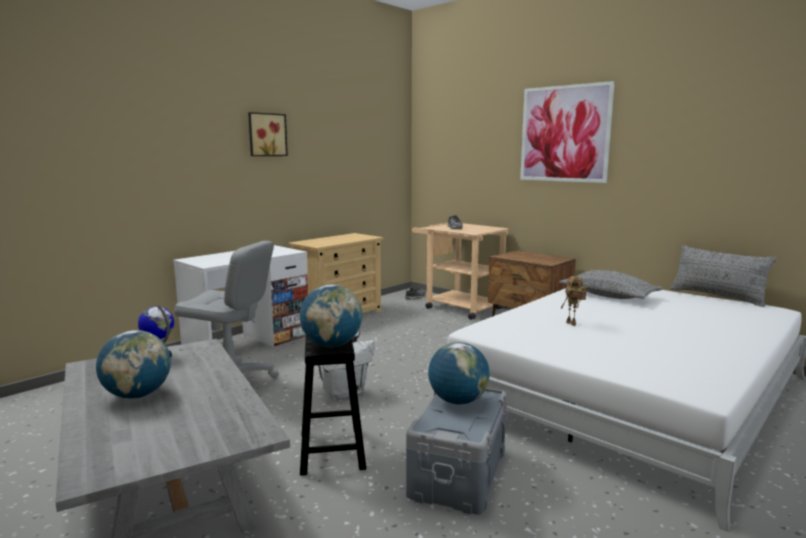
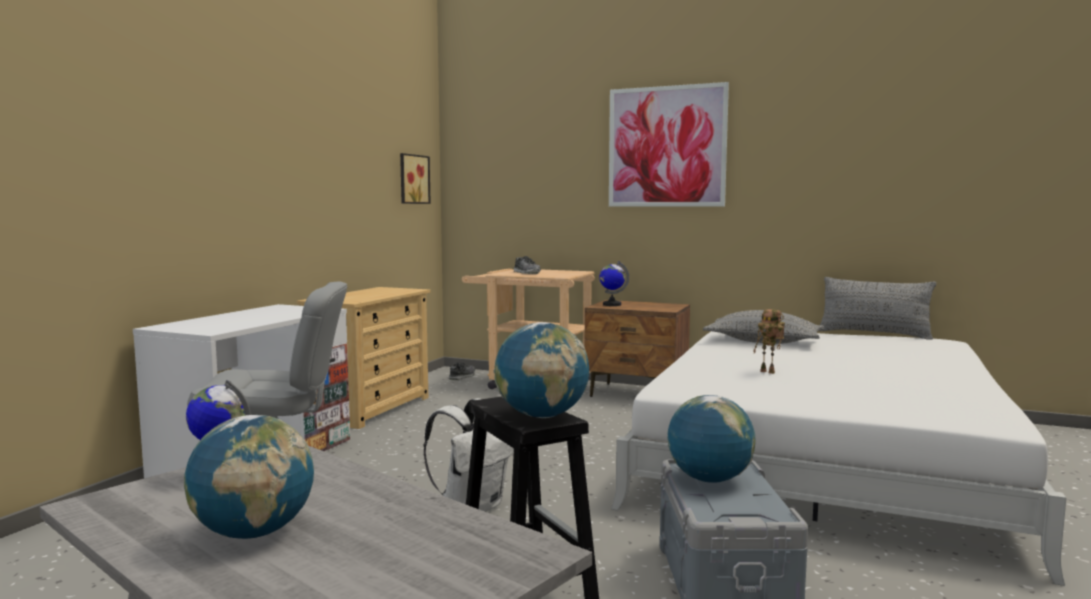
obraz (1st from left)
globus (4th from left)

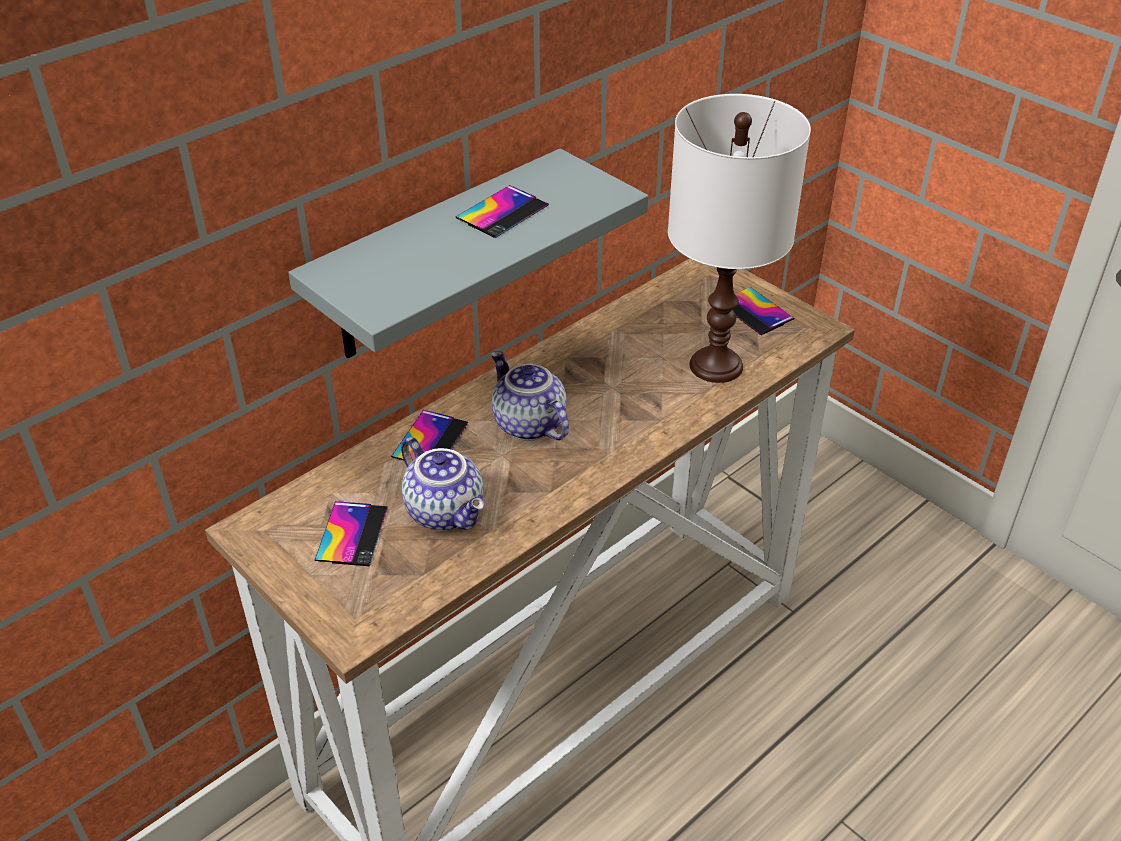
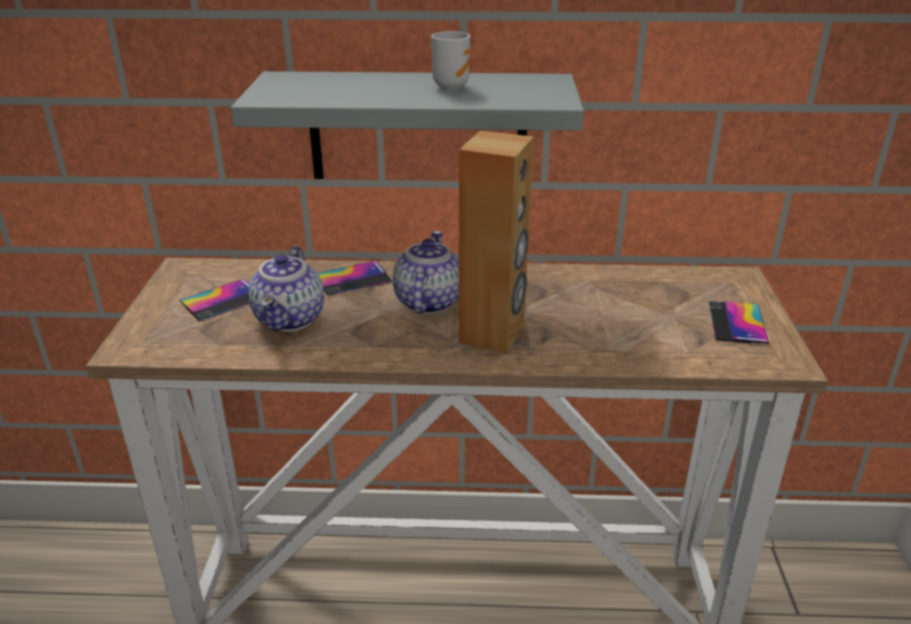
lampa stołowa/biały
kubek
głośnik/brązowy

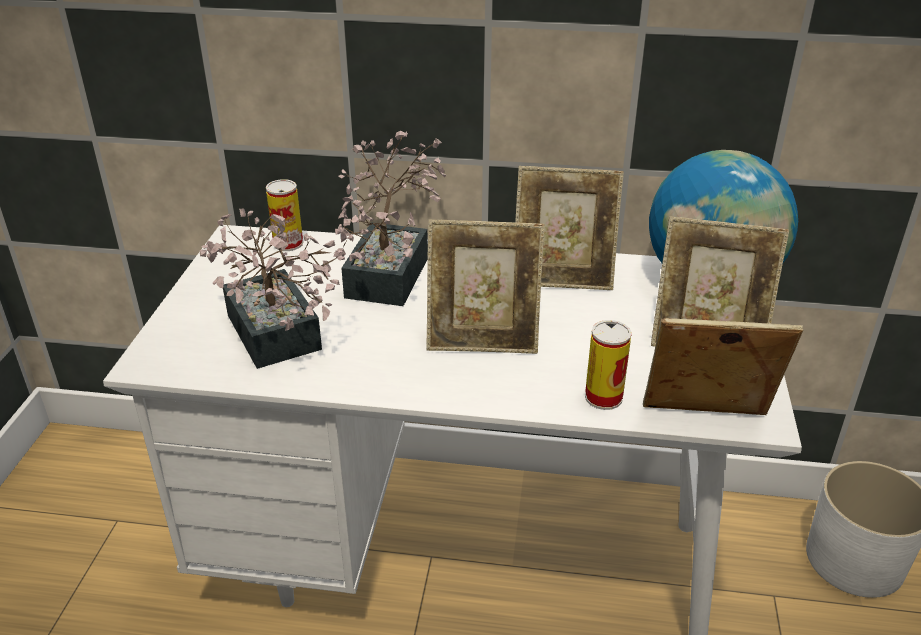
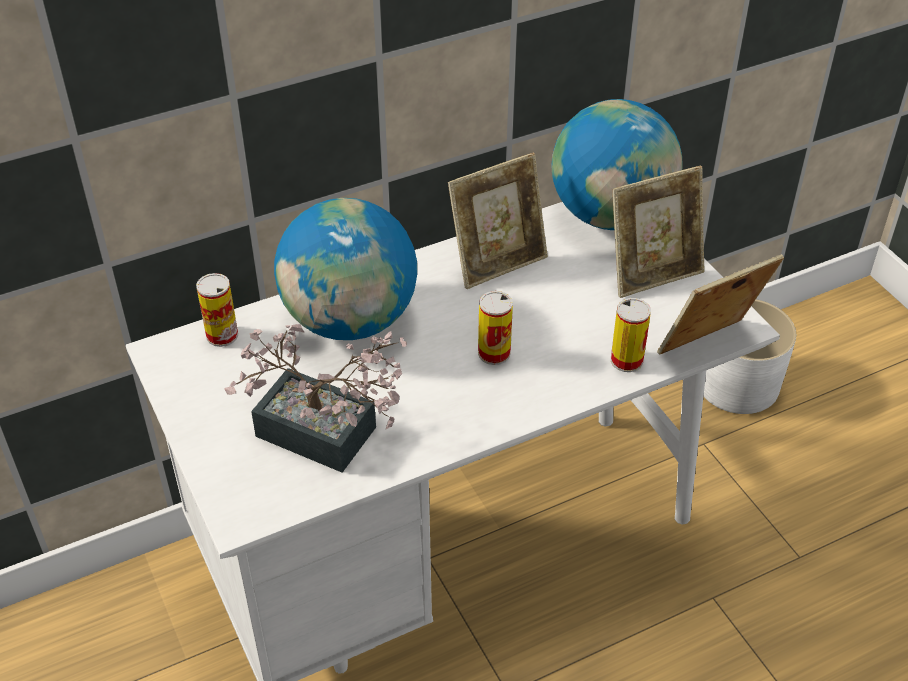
globus (1st from left)
puszka (2nd from left)

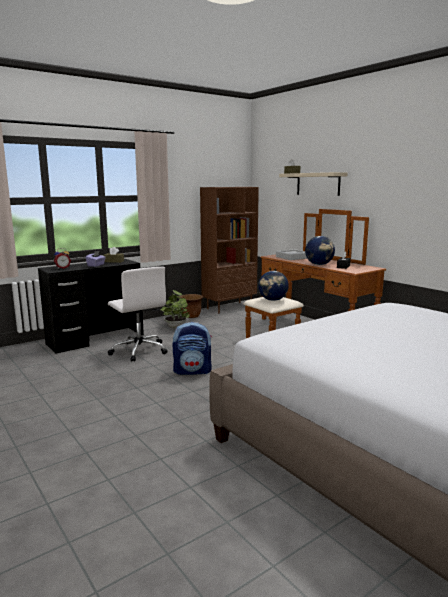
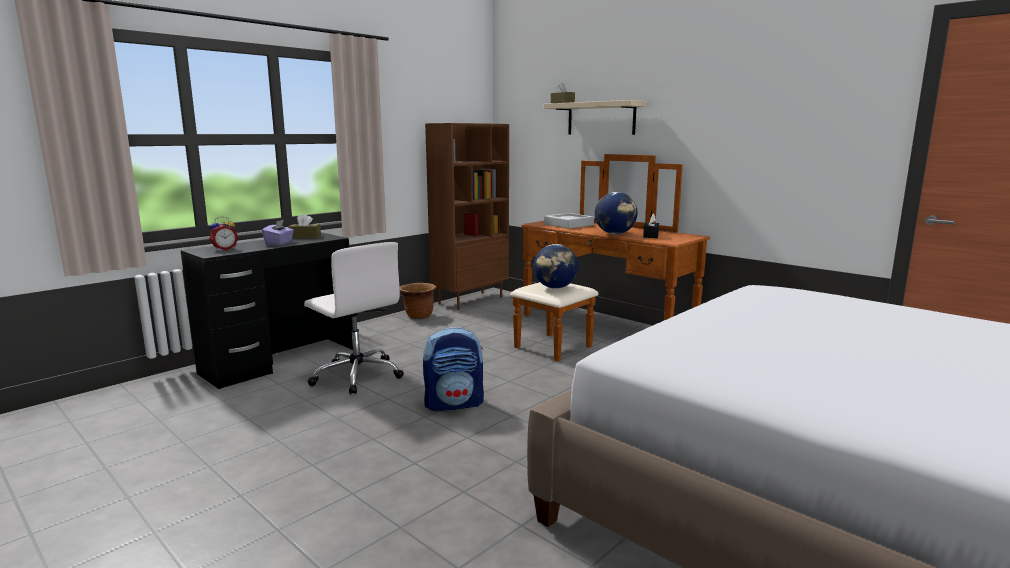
roślina doniczkowa

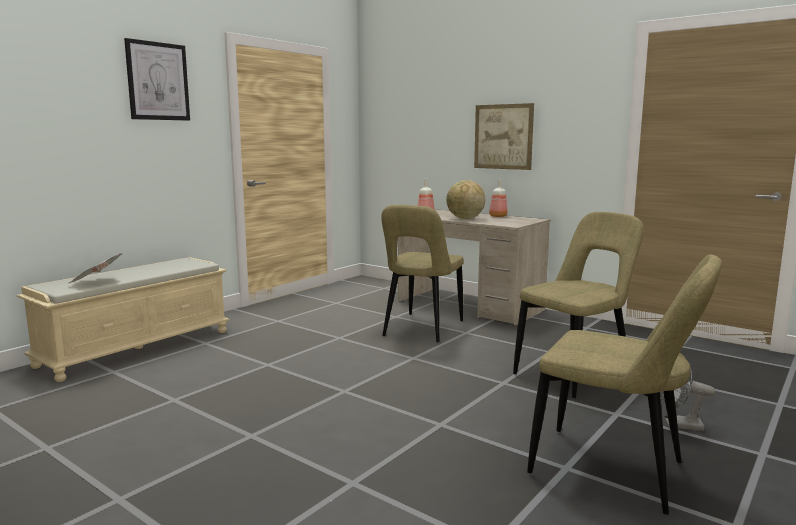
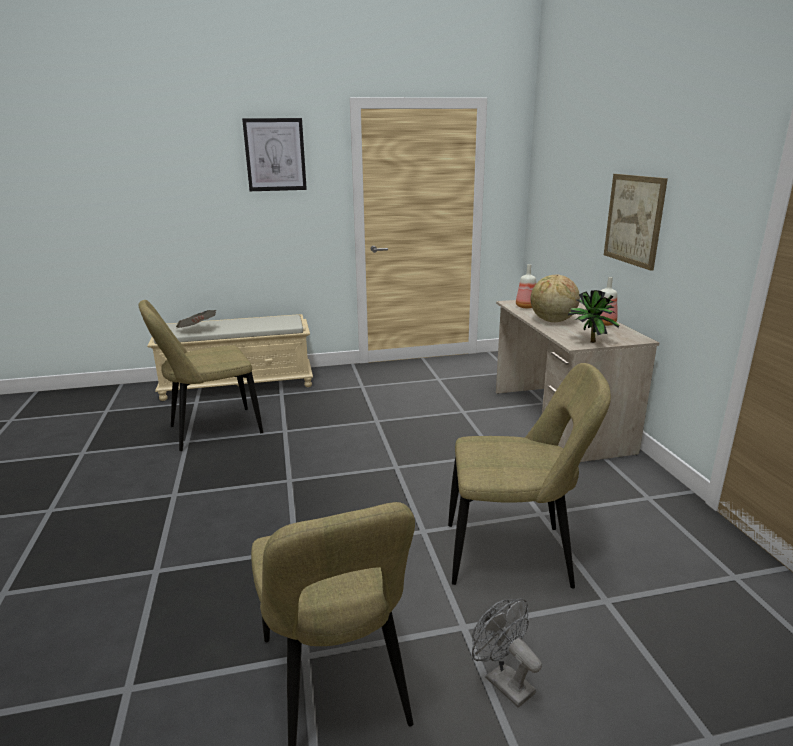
krzesło/beżowy (1st from left)
roślina doniczkowa

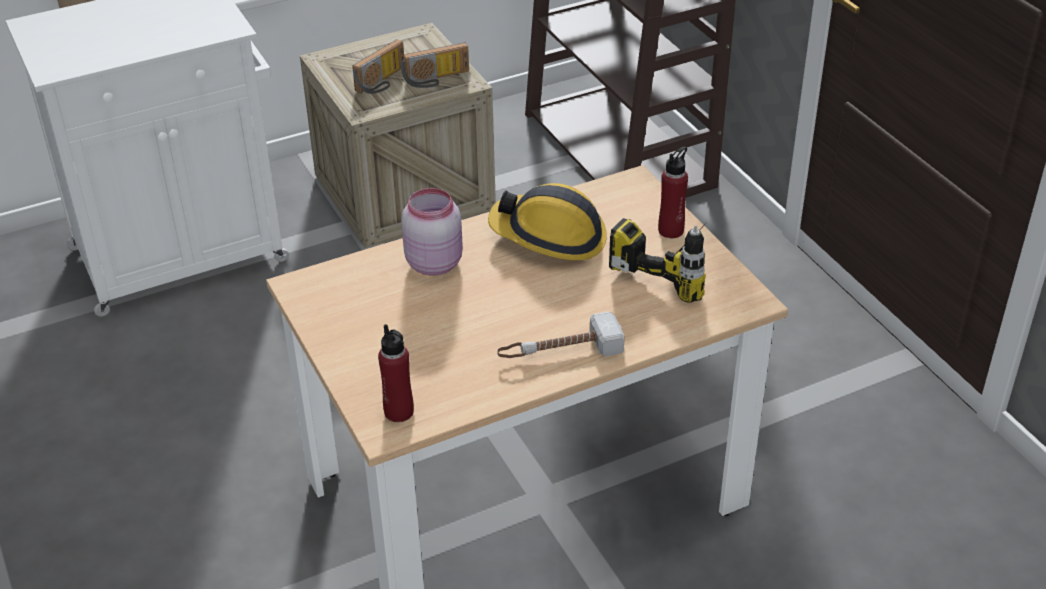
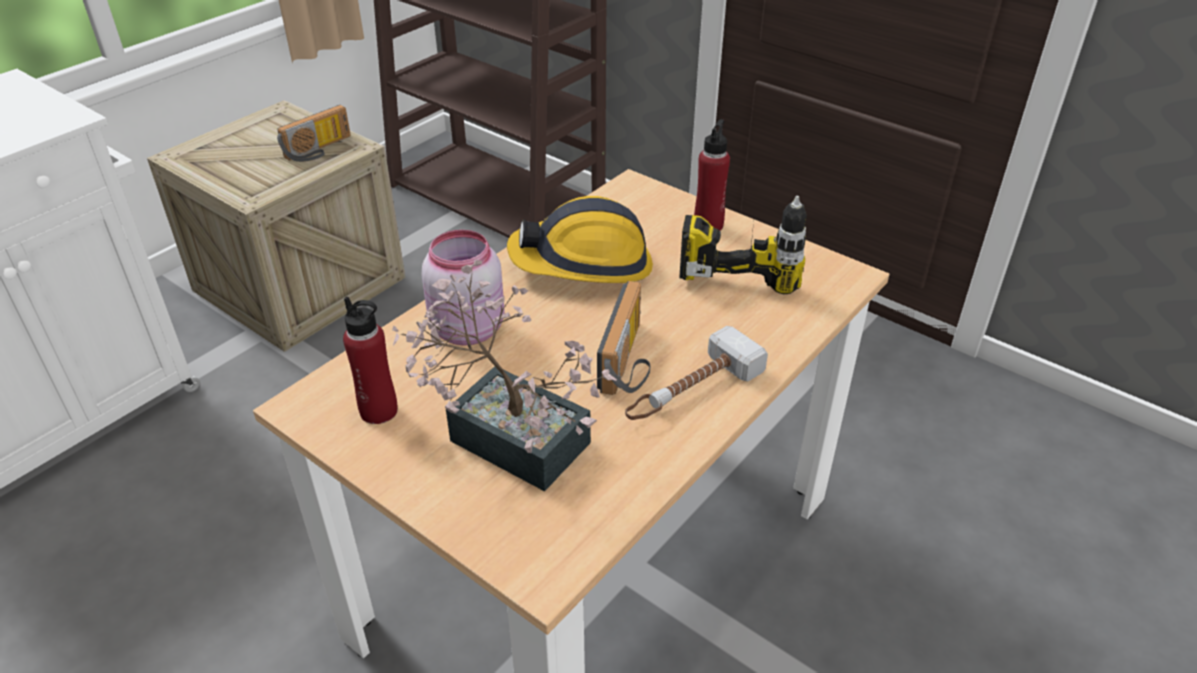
radio (2nd from left)
butelka/czerwony (1st from left)
roślina doniczkowa

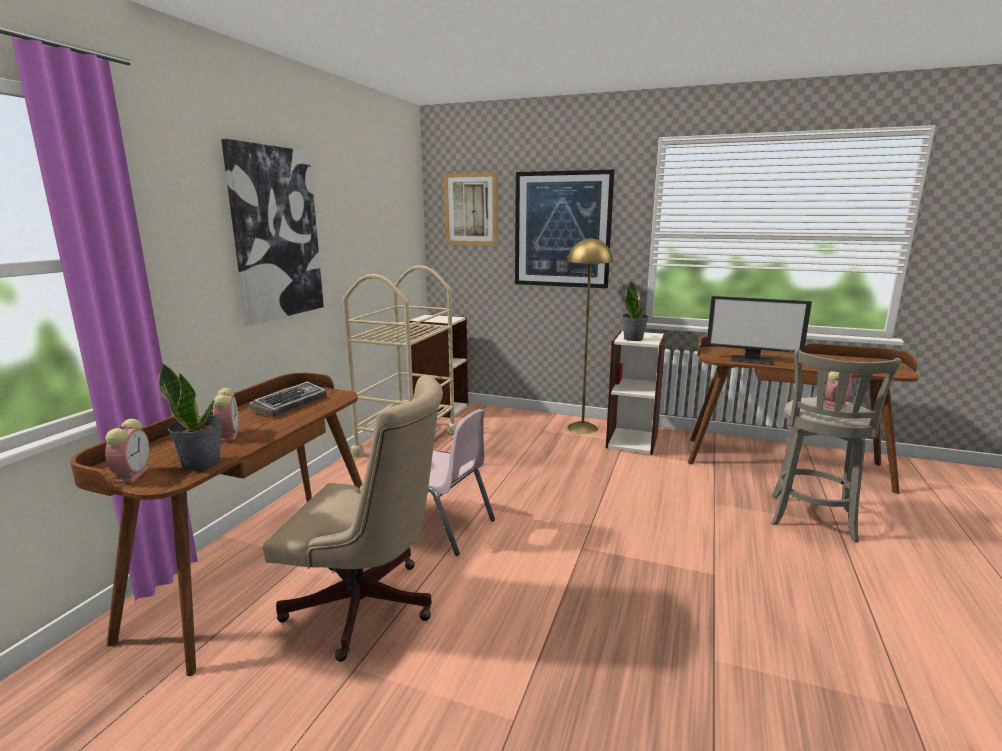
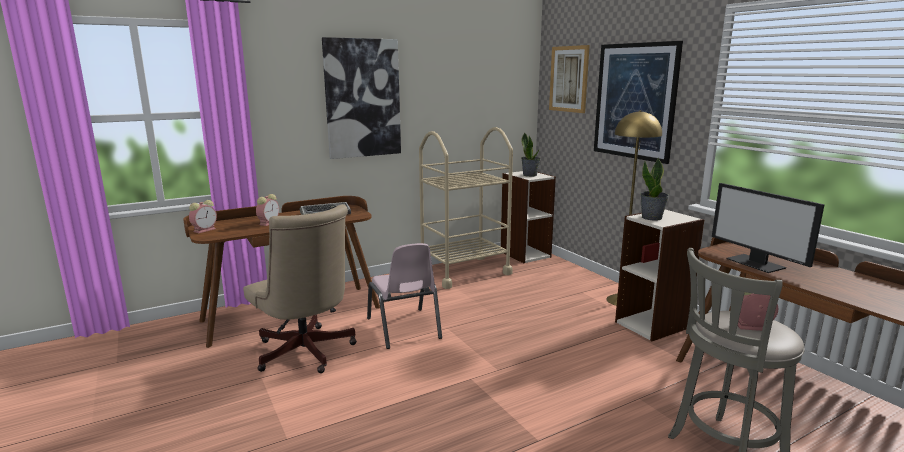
roślina doniczkowa (1st from left)

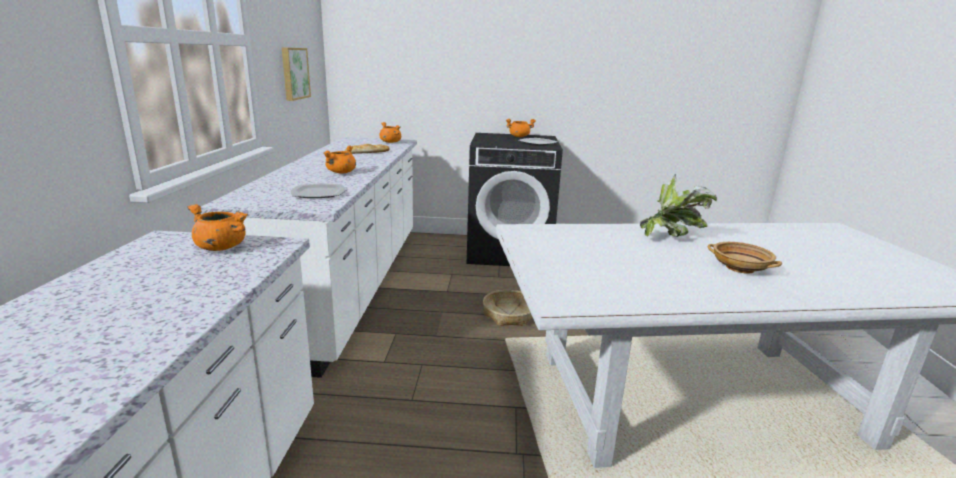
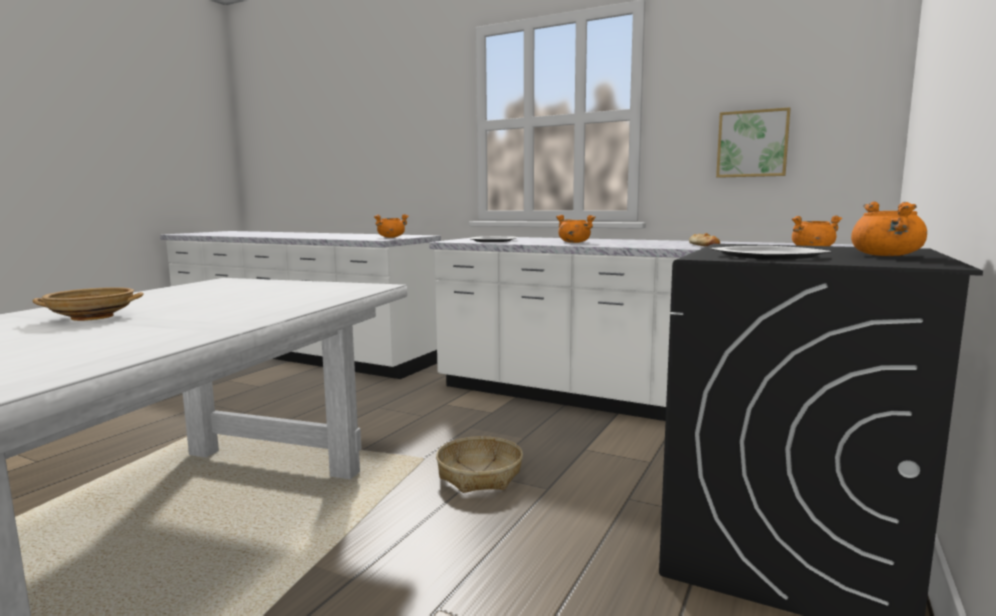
roślina doniczkowa

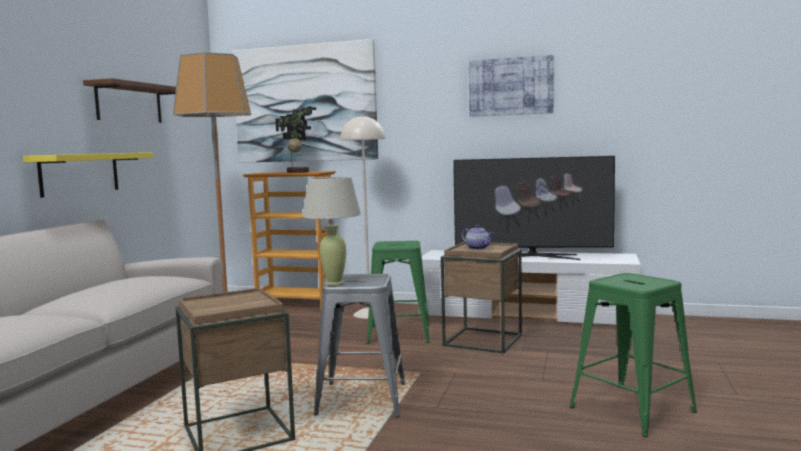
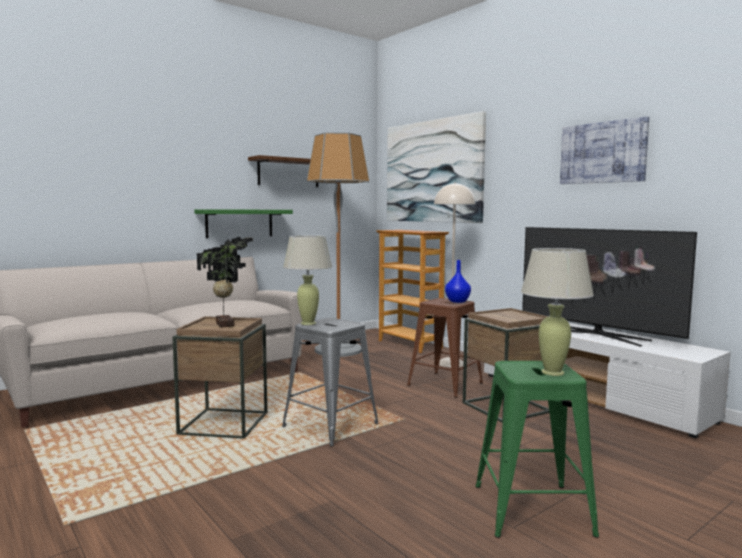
roślina doniczkowa
półka/zielony
imbryk
stołek/brązowy
lampa stołowa/beżowy (2nd from left)
wazon/niebieski

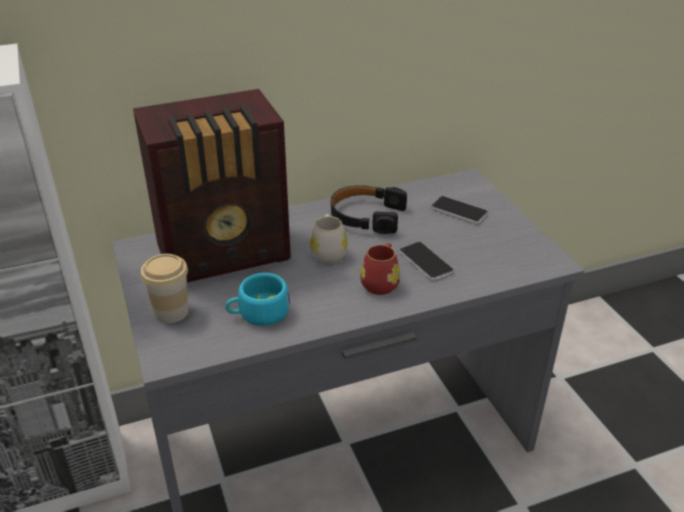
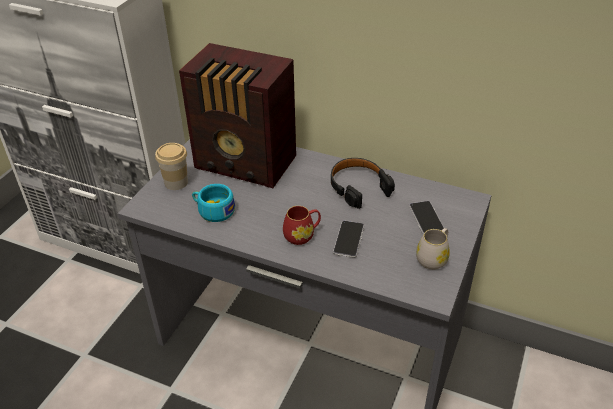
kubek/biały

